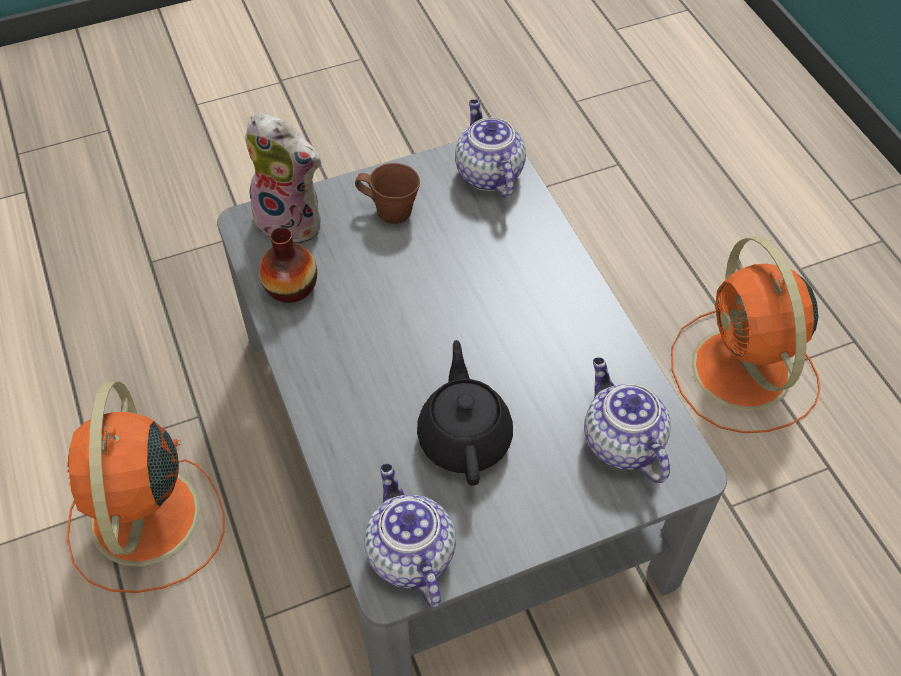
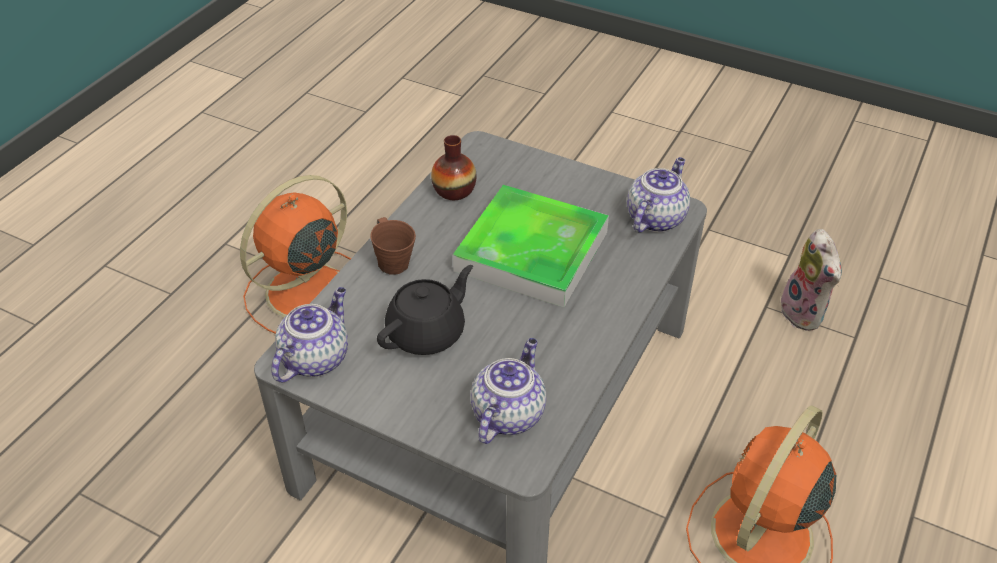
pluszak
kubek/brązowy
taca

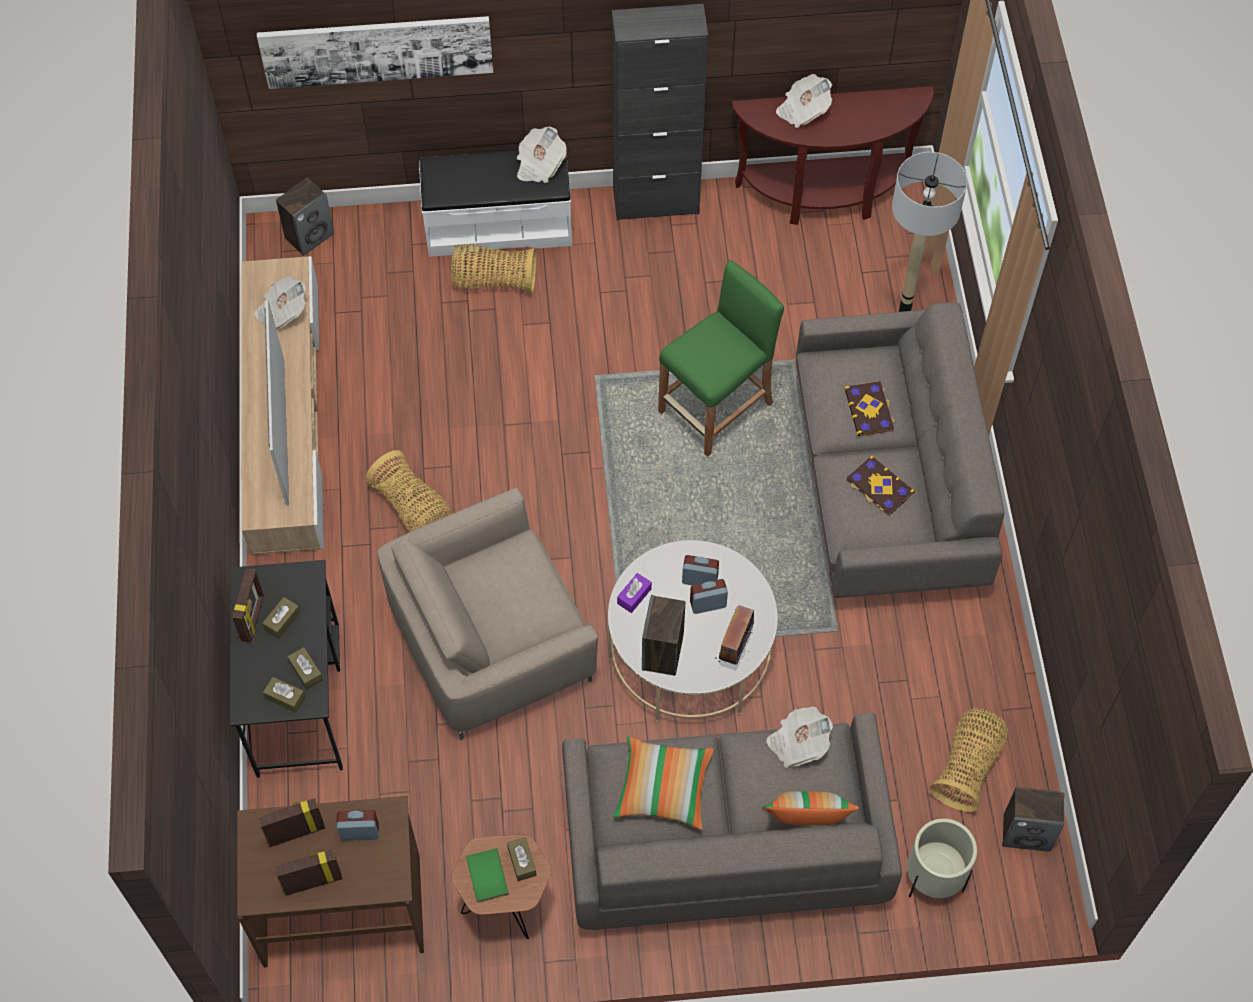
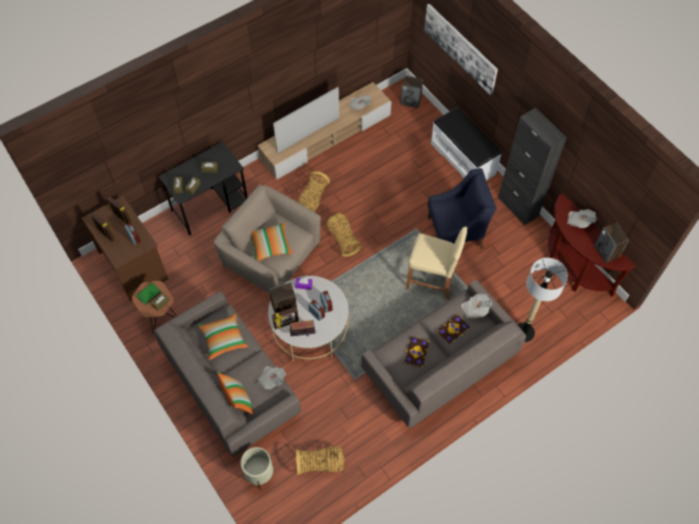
gazeta (3rd from left)
koszyk (3rd from left)
stołek/beżowy
ramka na zdjęcie (3rd from left)
głośnik (3rd from left)
fotel/niebieski
poduszka (3rd from left)

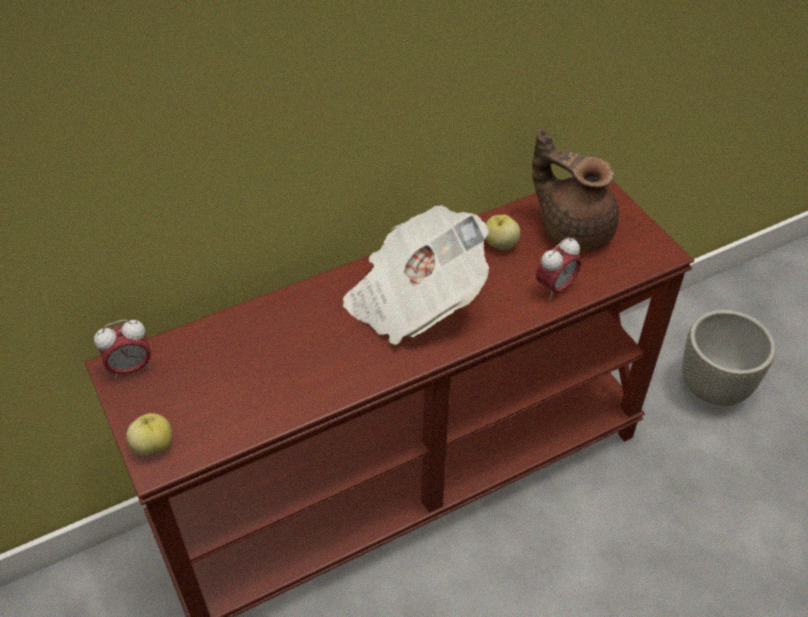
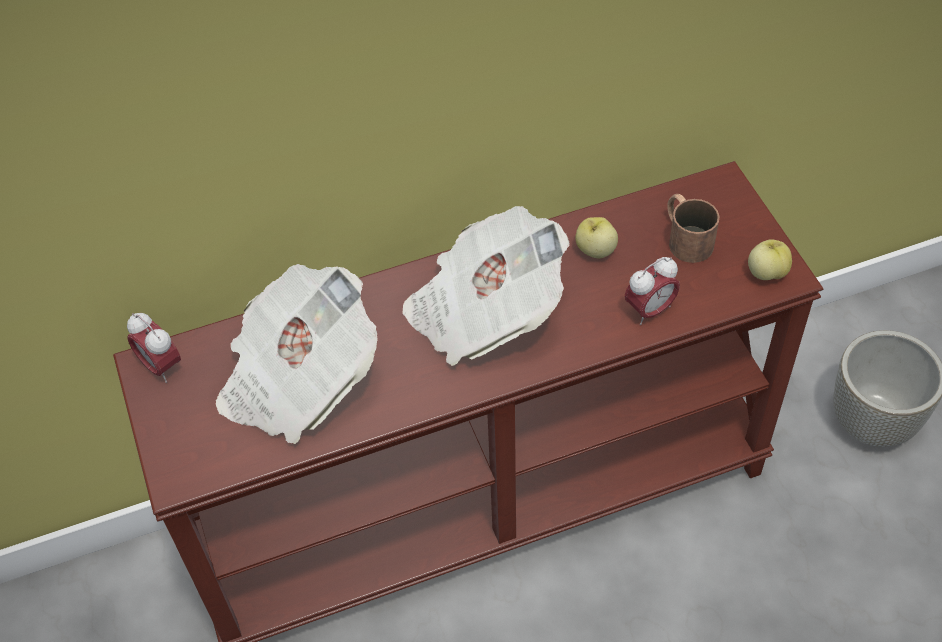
kubek/brązowy
budzik (1st from left)
jabłko (2nd from left)
gazeta (1st from left)

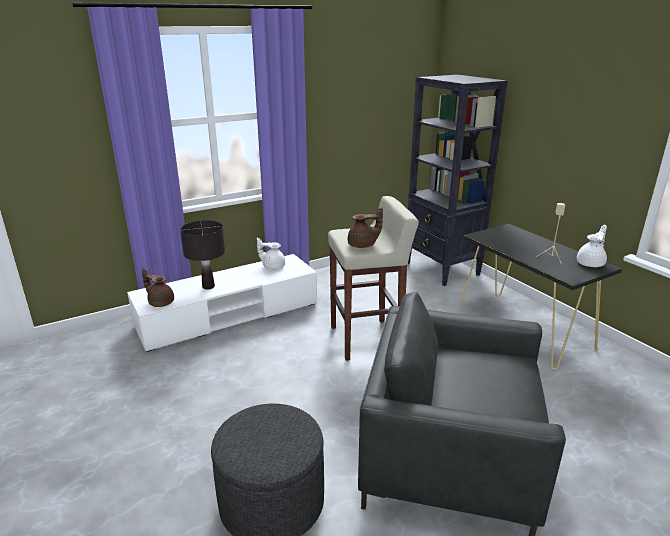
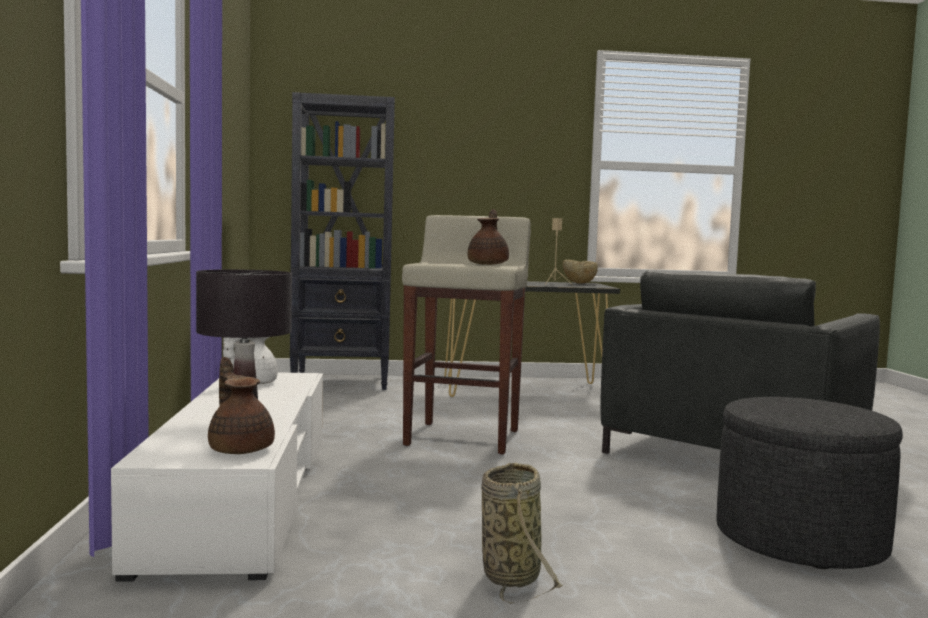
miska/beżowy
imbryk/brązowy (1st from left)
koszyk

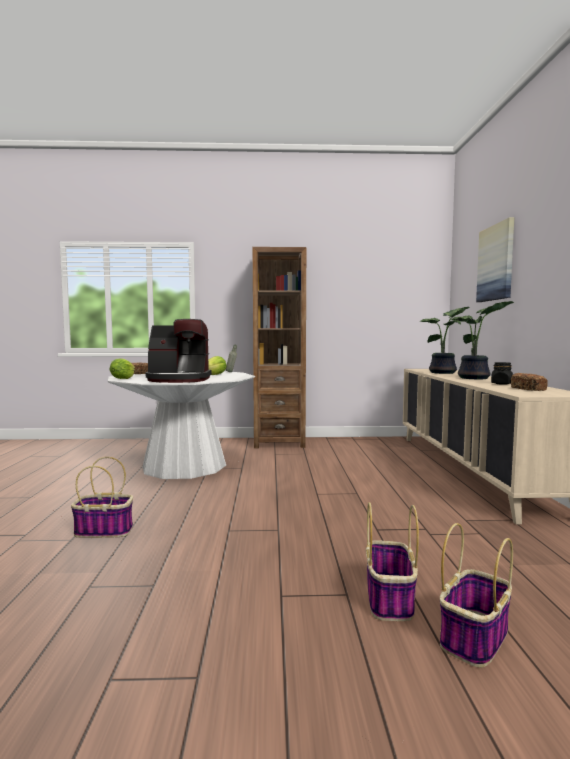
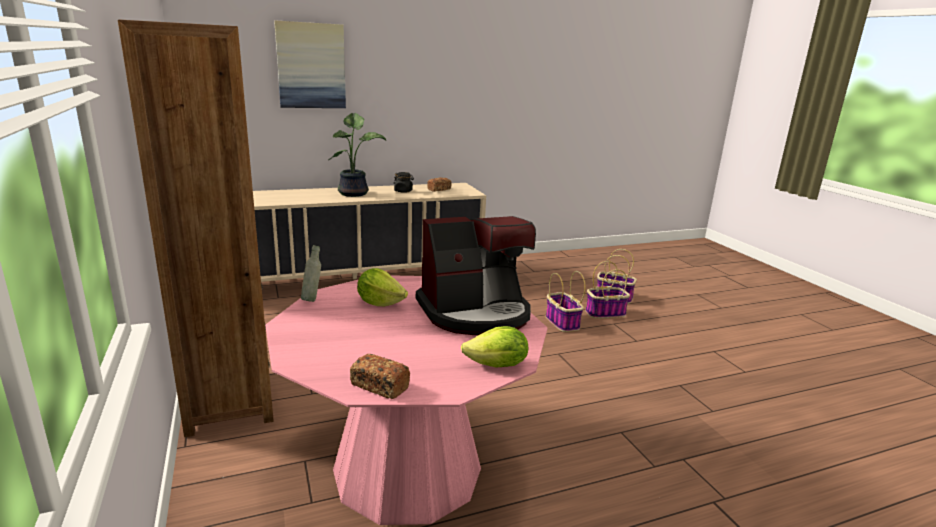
roślina doniczkowa (1st from left in the first image)
ekspres do kawy
stół jadalny/różowy
koszyk (1st from left)

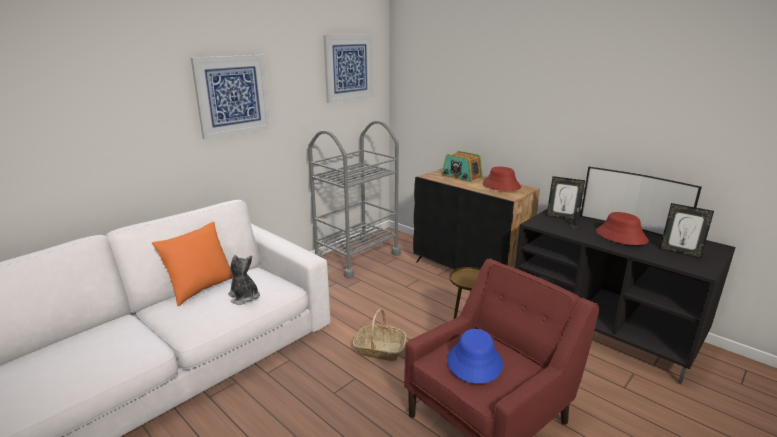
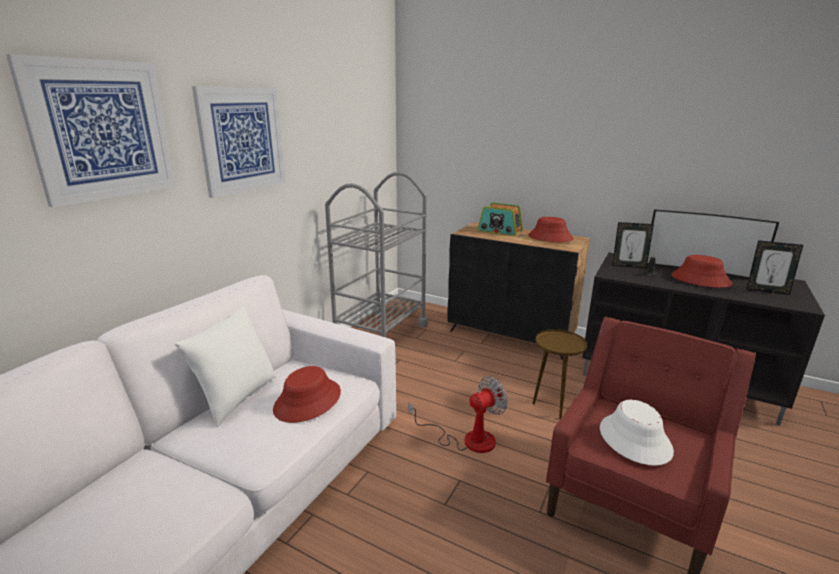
obraz (1st from left)
poduszka/biały
kapelusz/czerwony (1st from left)
wentylator
kapelusz/biały

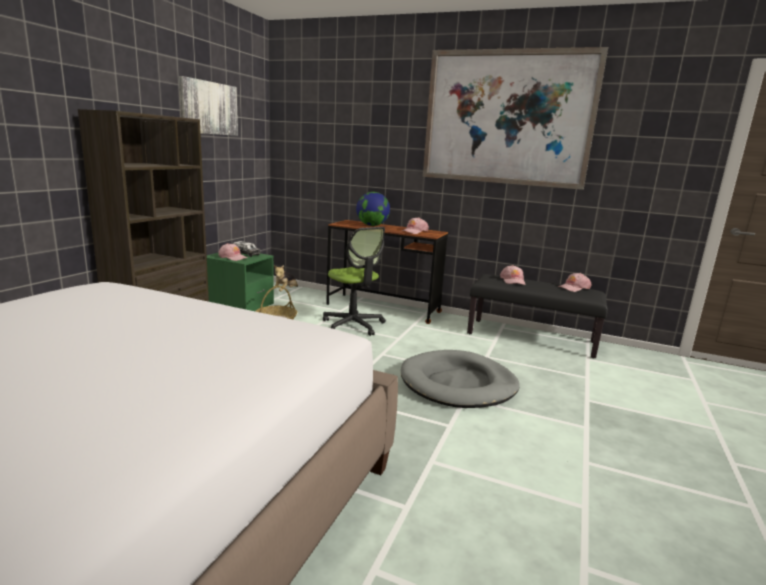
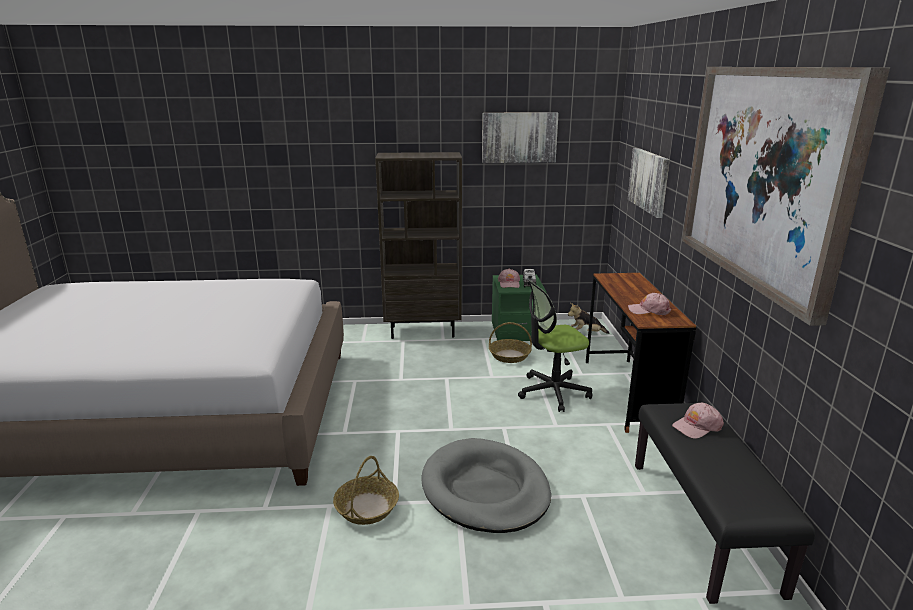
globus
krzesło biurowe
czapka z daszkiem/różowy (4th from left in the first image)
obraz (2nd from left)
koszyk (1st from left)

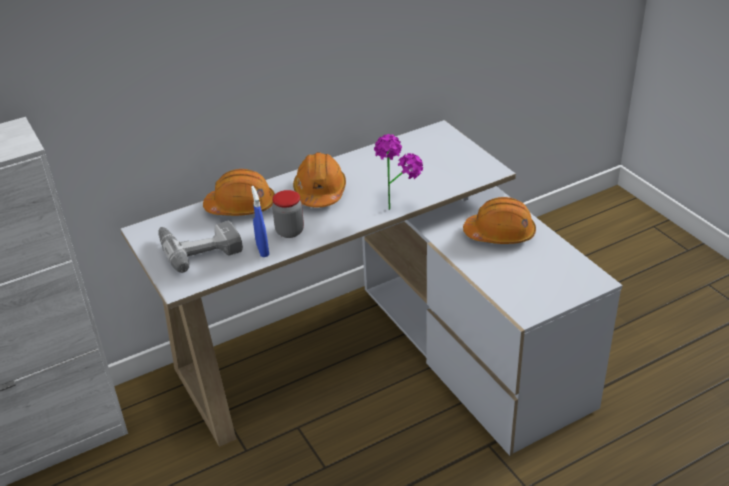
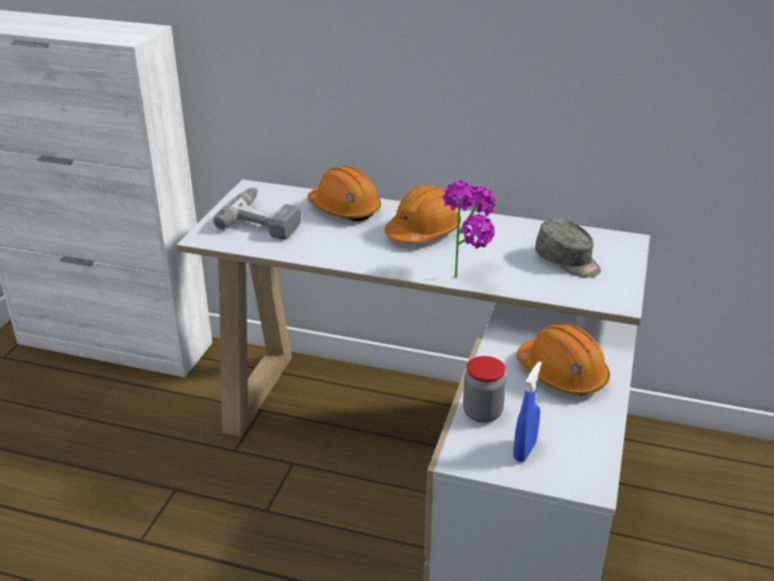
spryskiwacz/niebieski
słoik
czapka z daszkiem/szary

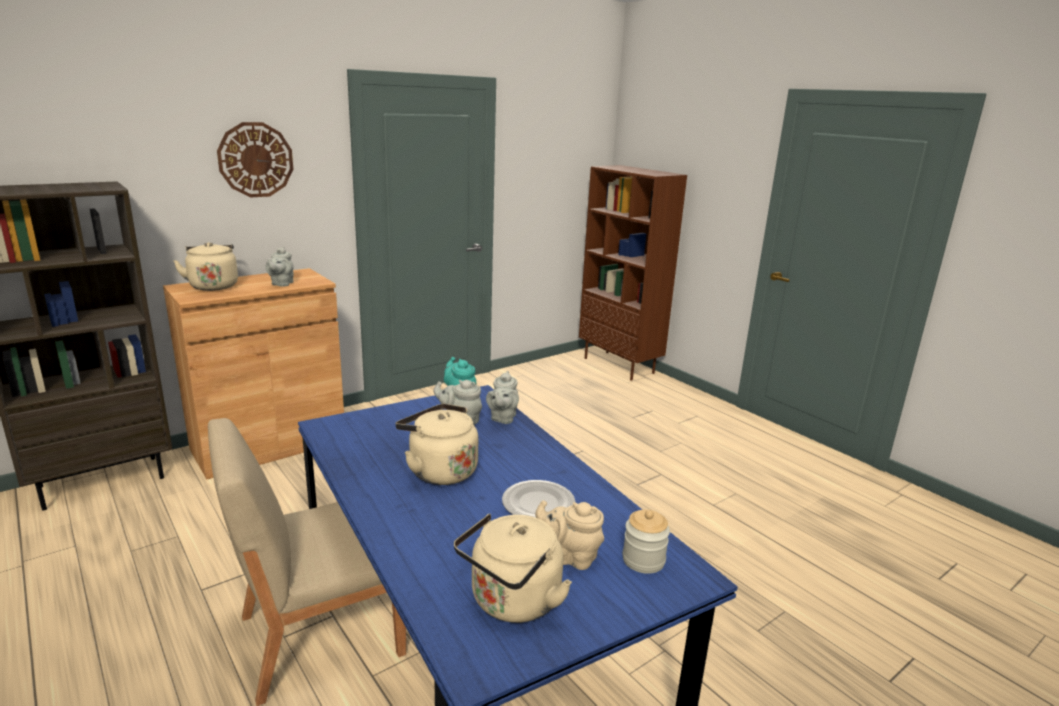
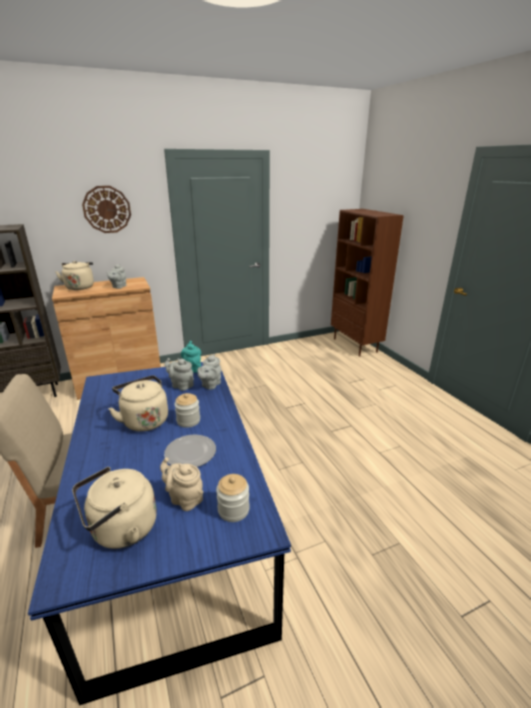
słoik (1st from left)

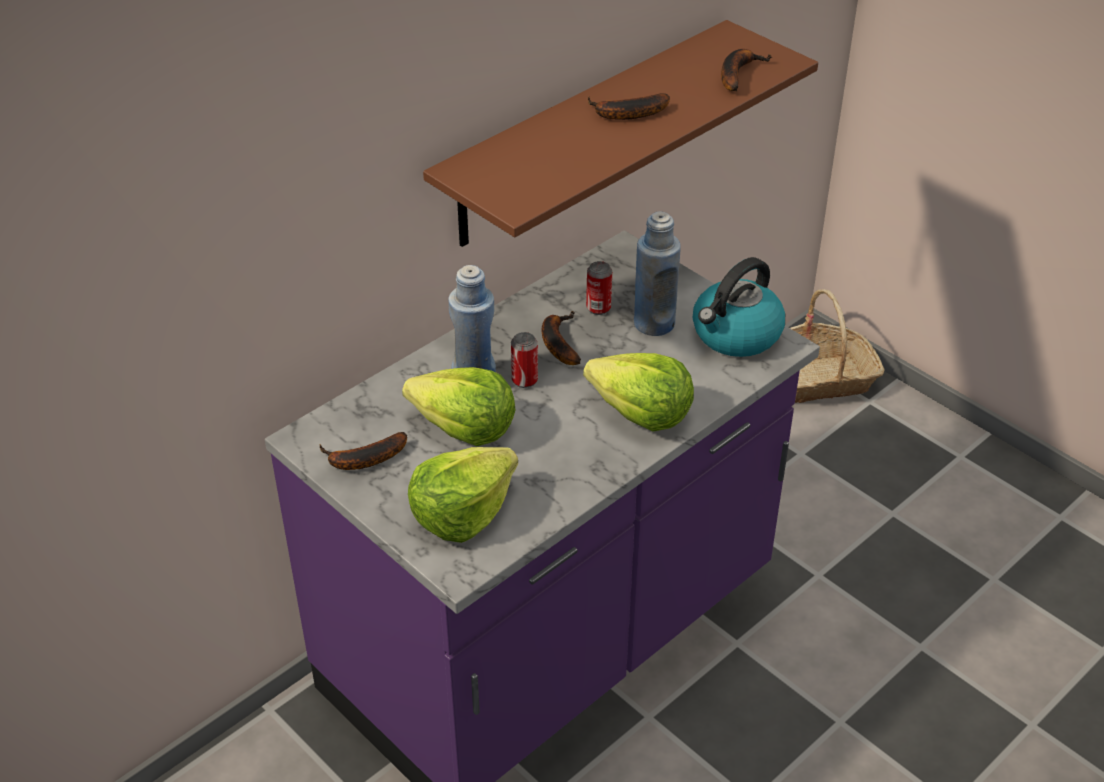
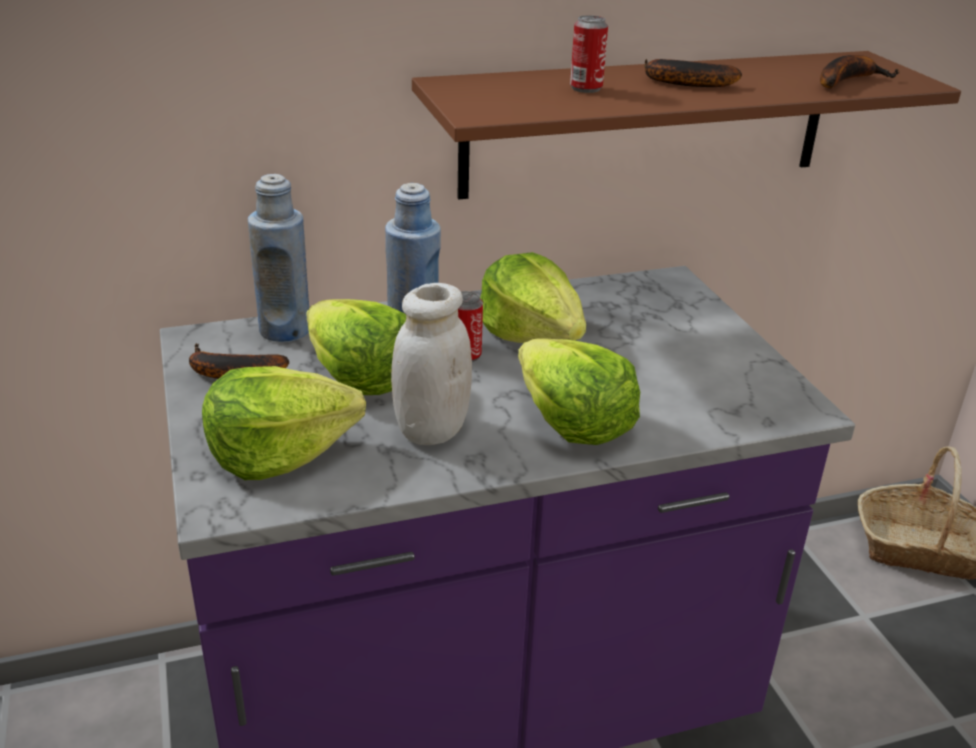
butelka/niebieski (1st from left)
czajnik
puszka (2nd from left)
sałata (3rd from left)
słoik/biały

